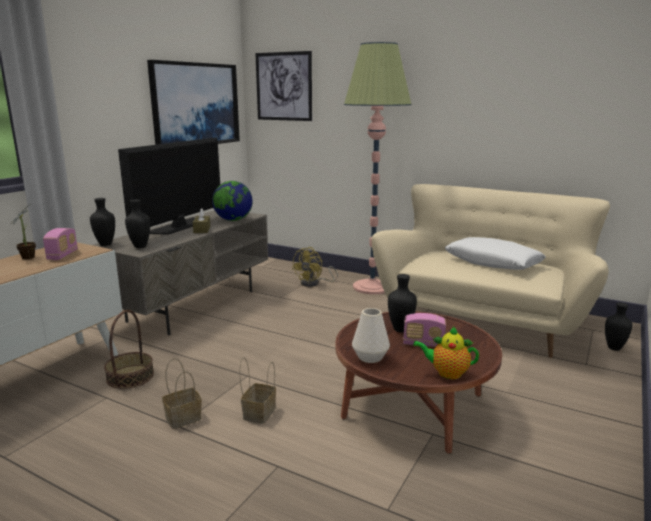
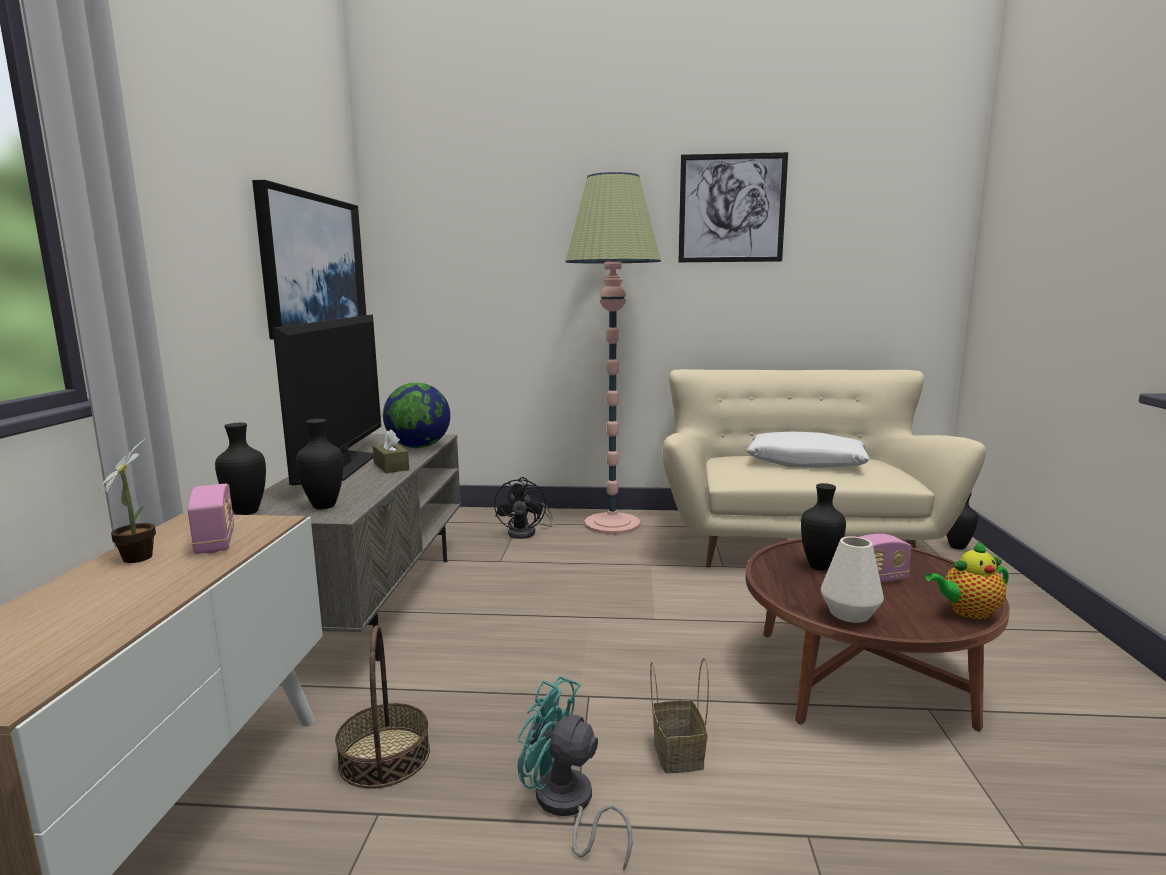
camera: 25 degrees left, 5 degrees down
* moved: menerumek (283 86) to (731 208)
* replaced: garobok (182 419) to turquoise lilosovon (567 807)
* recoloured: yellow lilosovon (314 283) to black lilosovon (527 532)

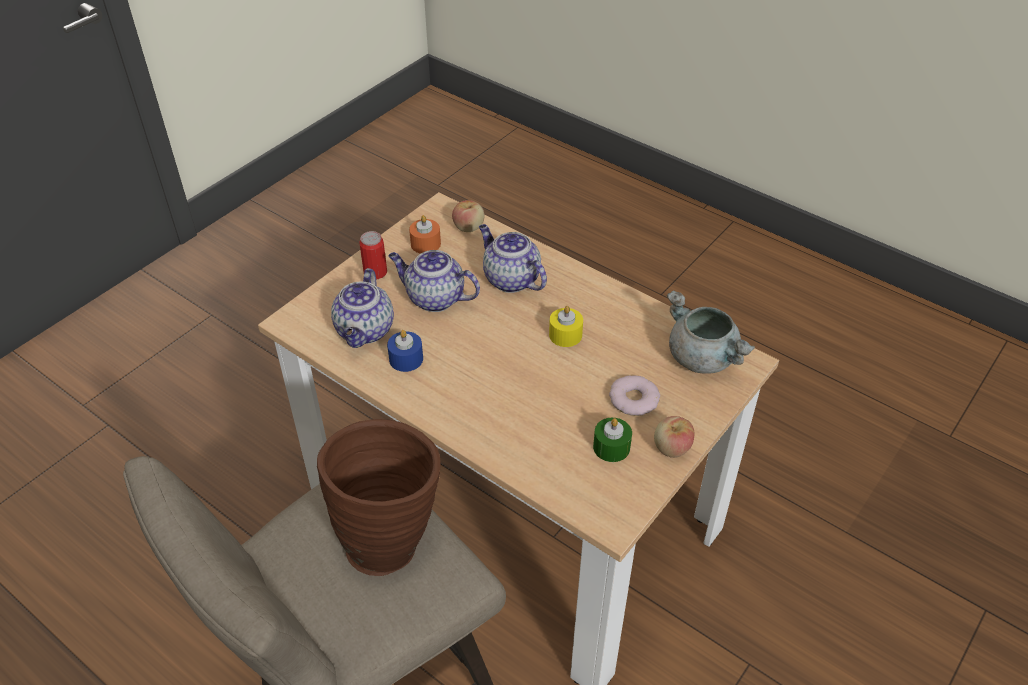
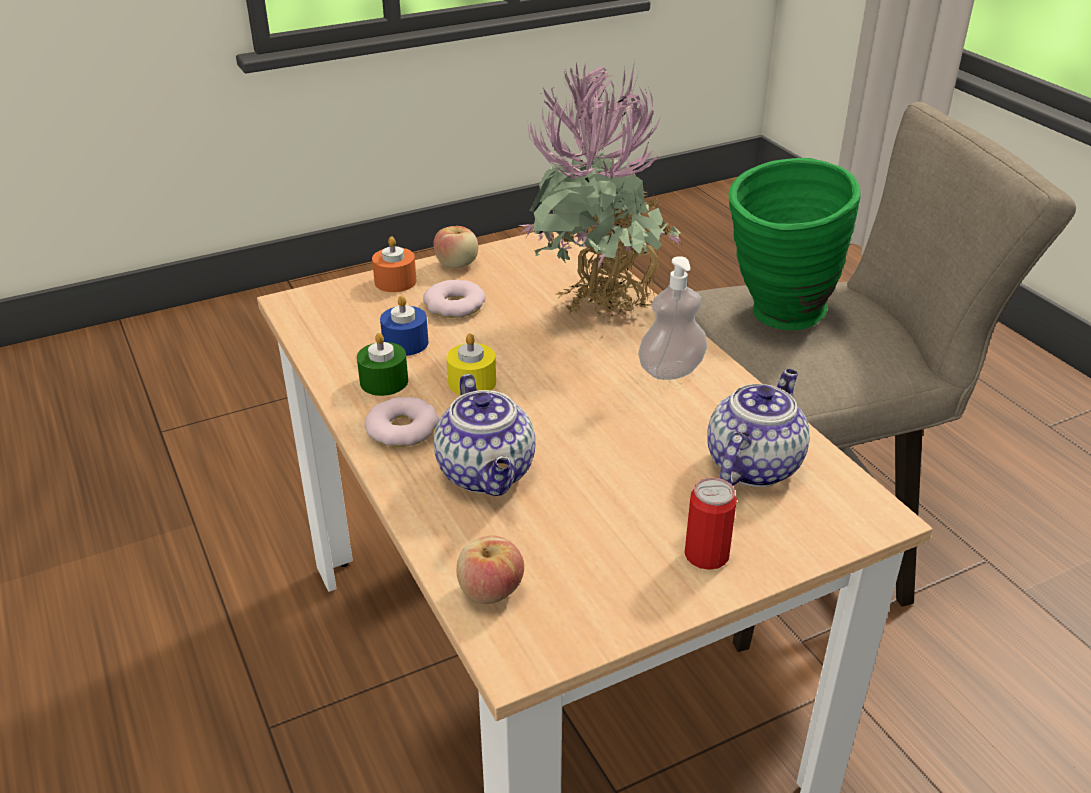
camera: 155 degrees left, 10 degrees down
* removed: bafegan (434 298)
* removed: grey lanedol (703 358)
* added: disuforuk (402 429)
* added: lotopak (600 319)
* added: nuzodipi (671 371)
* moved: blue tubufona (406 359) to (405 343)
* moved: orange tubufona (425 244) to (395 281)
* moved: green tubufona (611 447) to (384 381)
* recoloured: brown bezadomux (390 538) to green bezadomux (776 318)

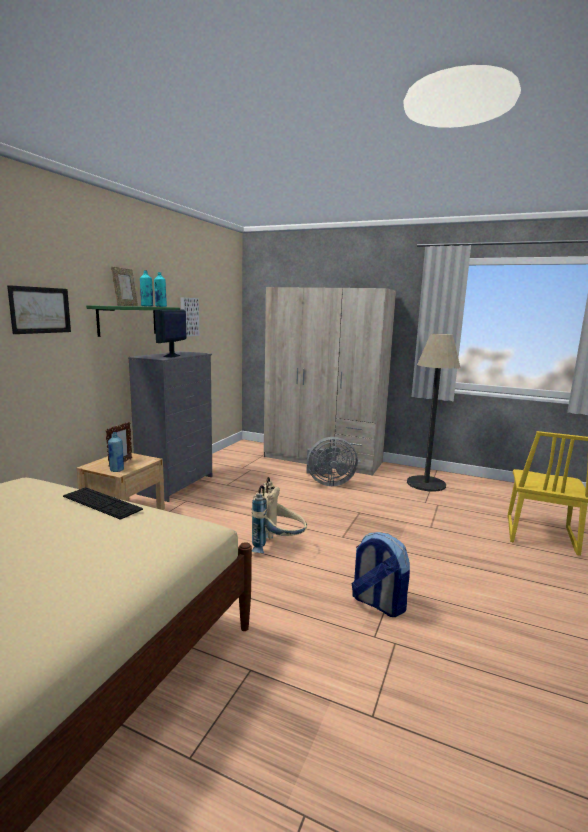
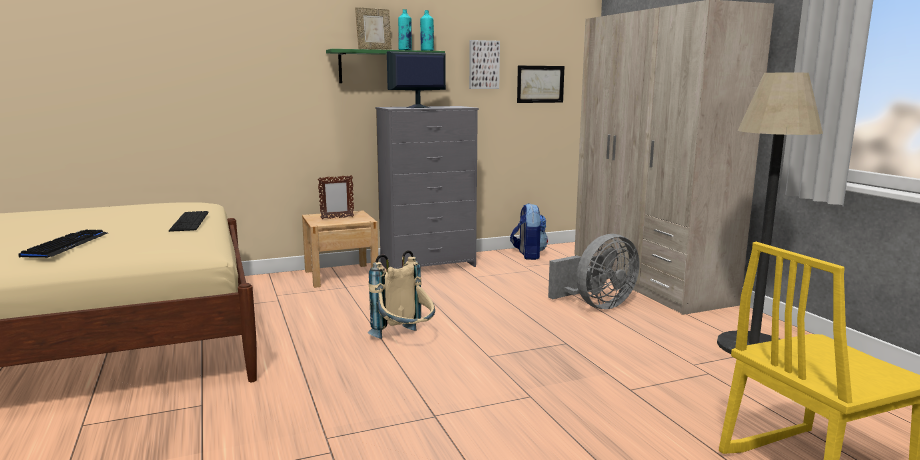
camera: 45 degrees right, 0 degrees up
* removed: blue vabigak (117 470)
* added: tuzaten (66 245)
* moved: menerumek (40 310) to (540 84)
* moved: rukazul (377 603) to (528 255)
* turned: grey lilosovon (328 483) = (597 305) 75 degrees counterclockwise

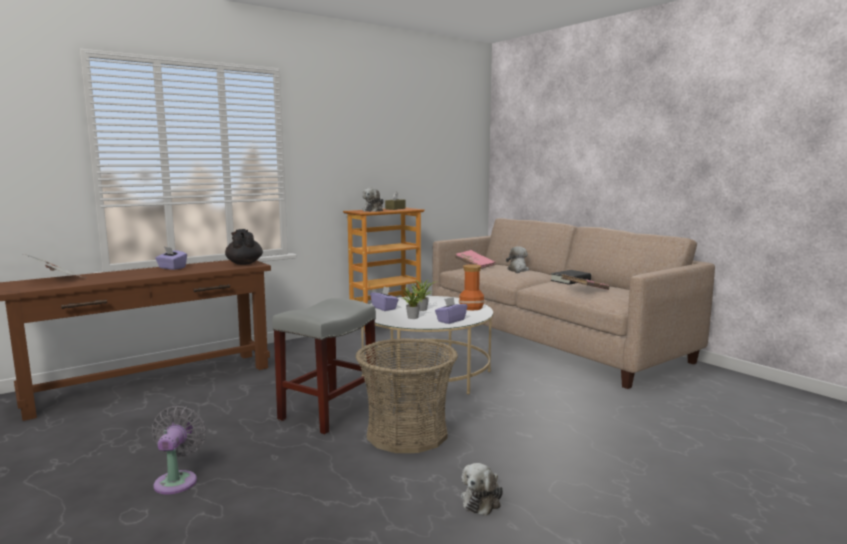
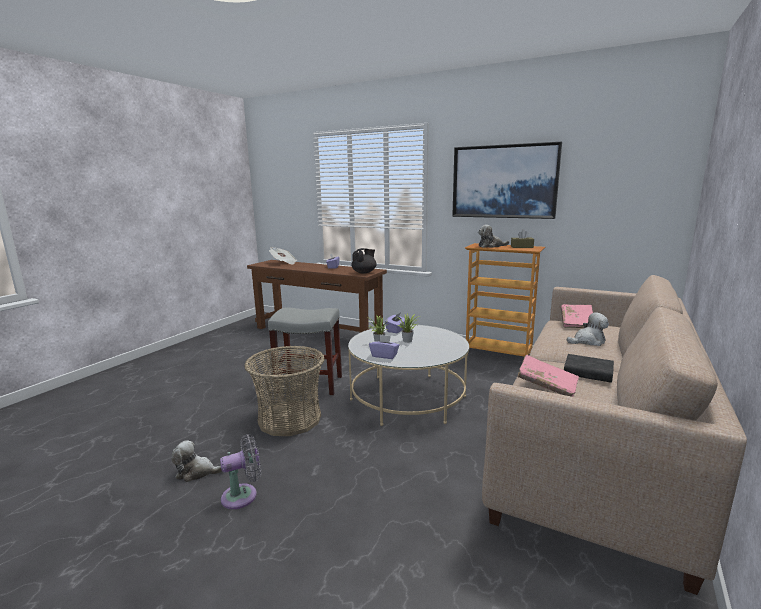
camera: 65 degrees right, 5 degrees up
* removed: bezadomux (471 308)
* added: menerumek (504 181)
* moved: grey lilosovon (177 480) to (243 495)

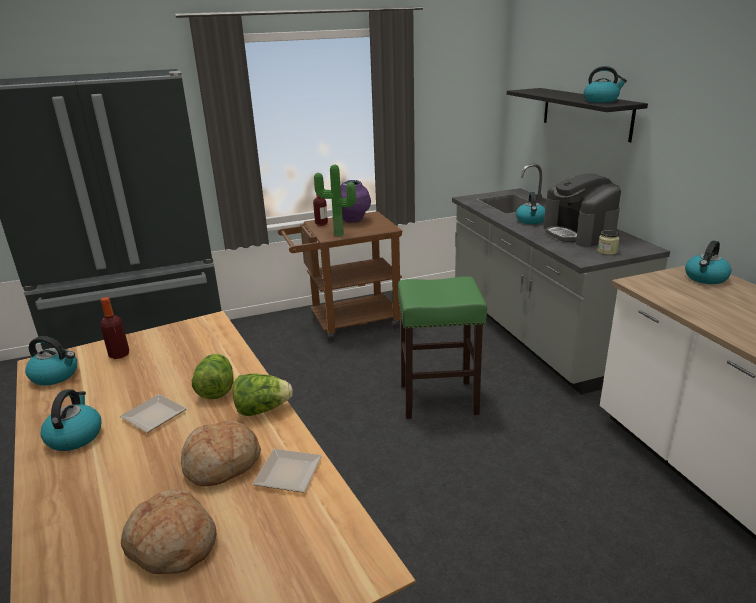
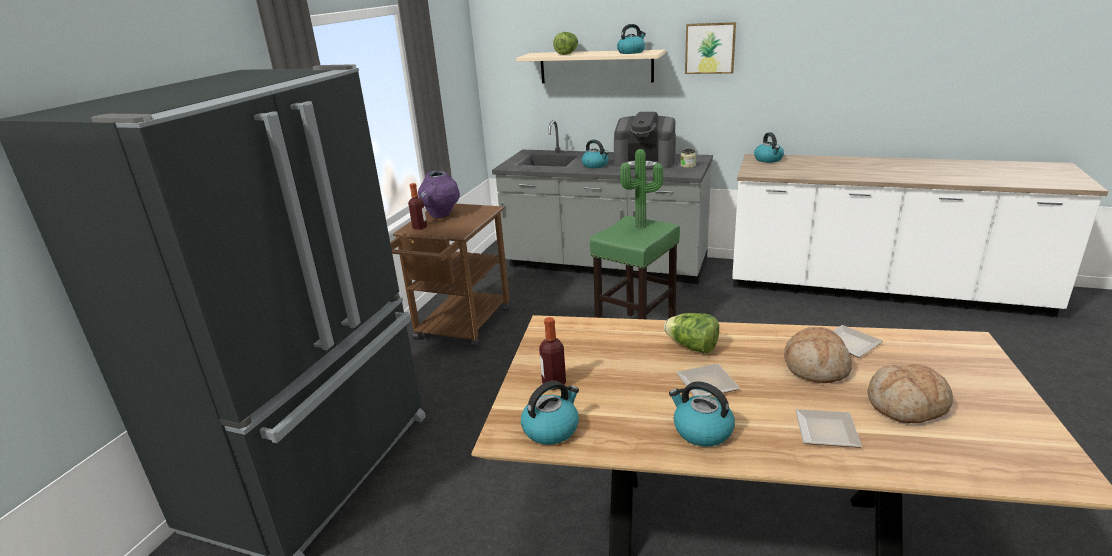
camera: 50 degrees left, 0 degrees up
* added: menerumek (710 48)
* added: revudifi (824 430)
* moved: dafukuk (262 409) to (567 53)
* moved: lotopak (338 235) to (642 226)
* recoloured: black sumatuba (585 113) to beige sumatuba (596 67)

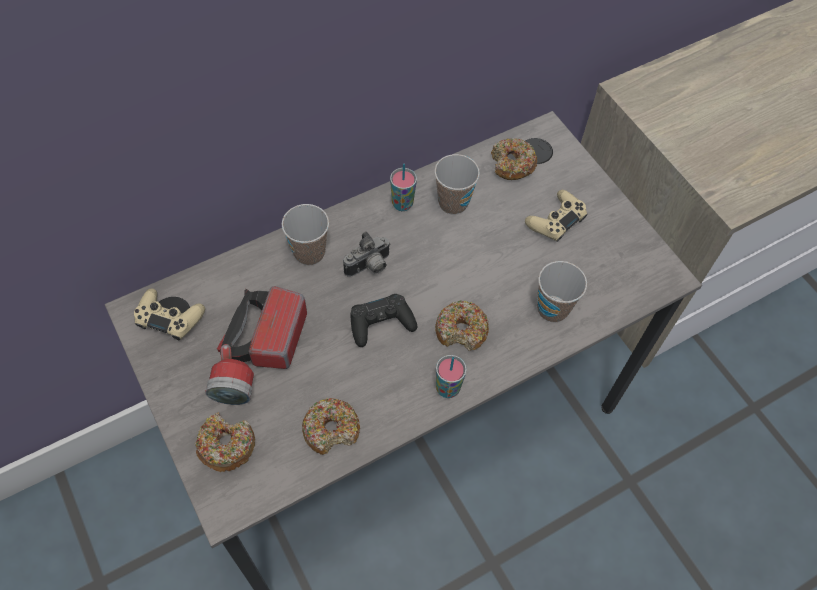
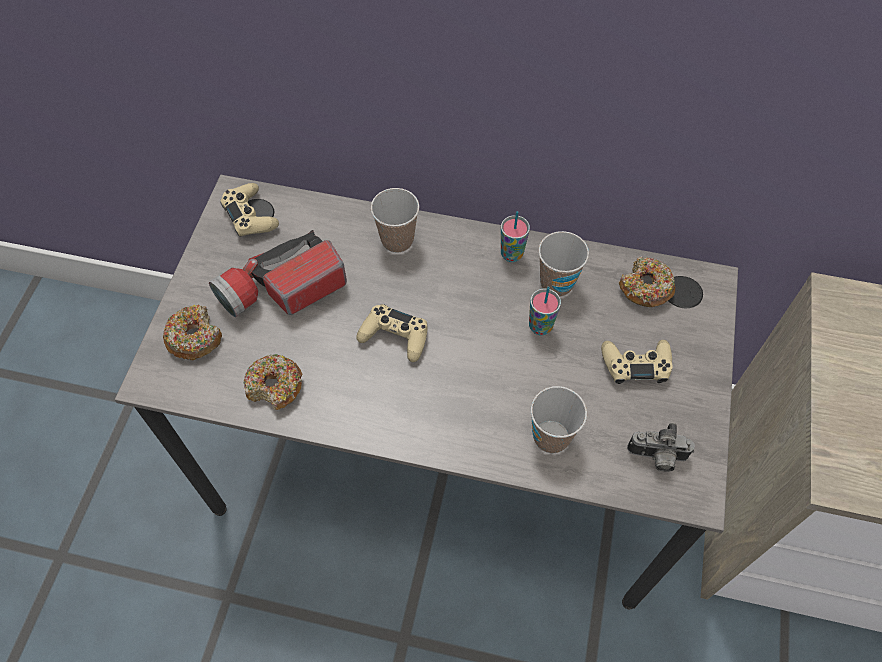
camera: 45 degrees right, 0 degrees up
* removed: disuforuk (461 330)
* moved: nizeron (369 267) to (657 458)
* moved: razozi (447 389) to (540 326)
* recoloured: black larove (381 324) to beige larove (395 337)

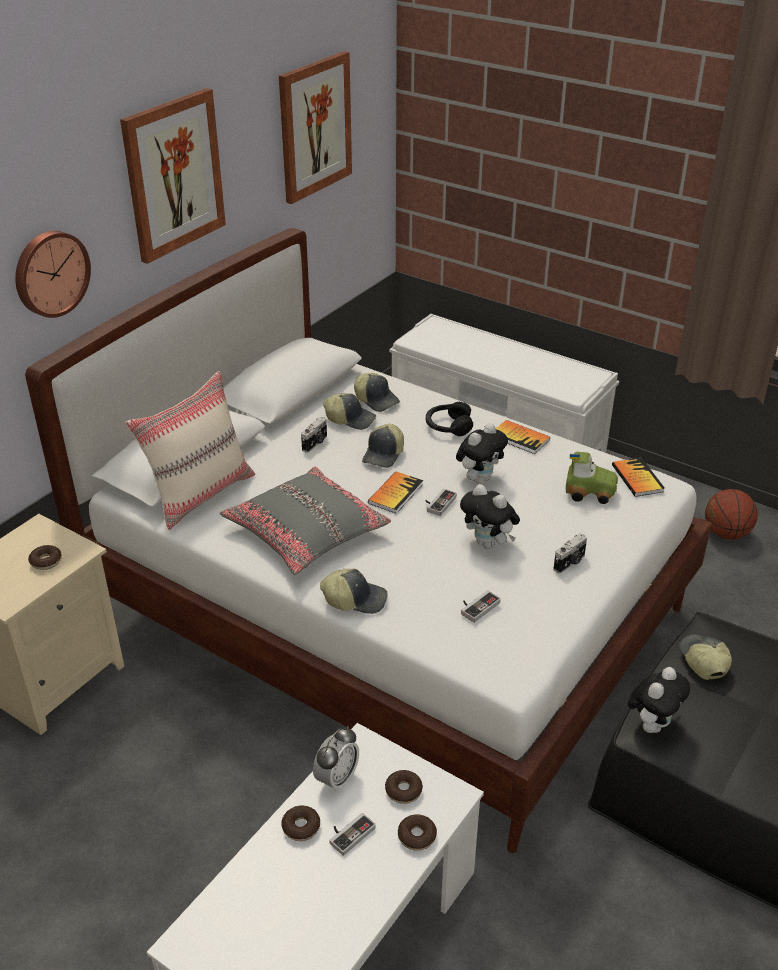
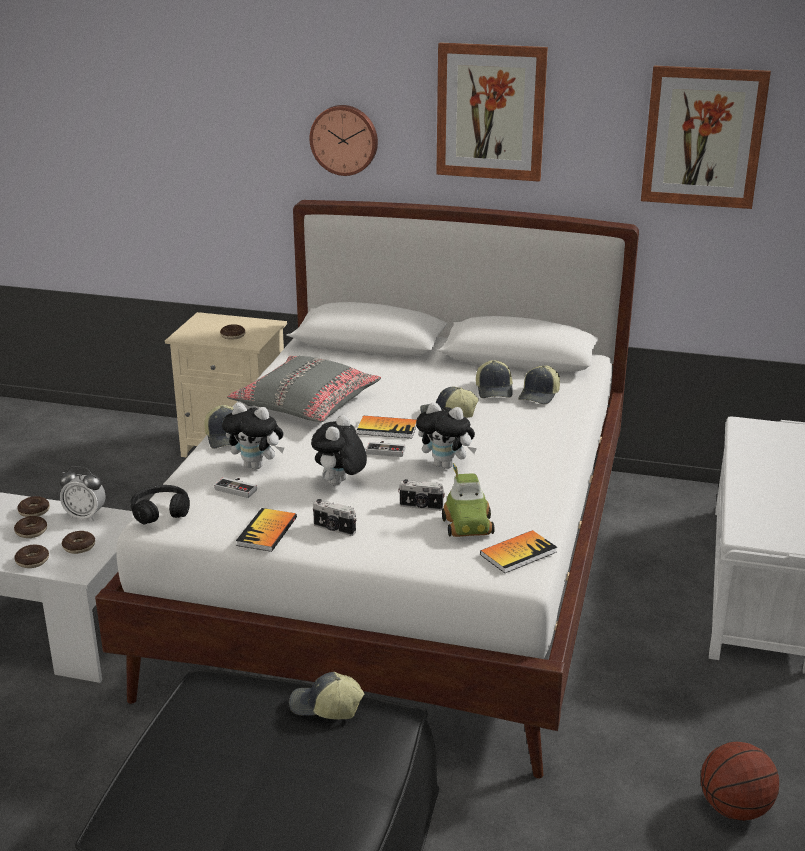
camera: 70 degrees right, 10 degrees down
* removed: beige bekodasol (200 494)
* moved: nizeron (315 443) to (421 507)
* moved: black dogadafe (448 426) to (160 512)
* moved: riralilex (520 438) to (267 531)
* moved: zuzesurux (652 724) to (256 466)
* replaced: larove (349 833) to disuforuk (31 532)
* turned: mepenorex (702 661) = (325 707) 135 degrees counterclockwise

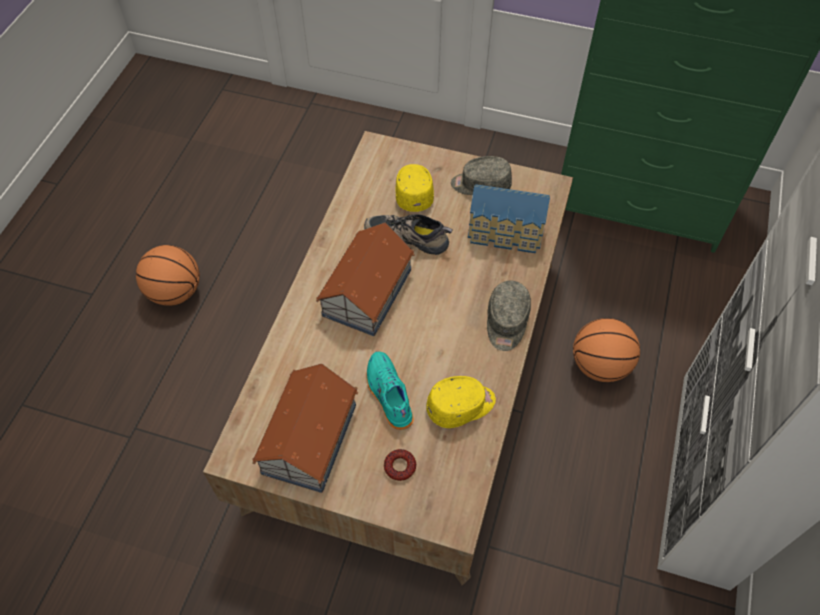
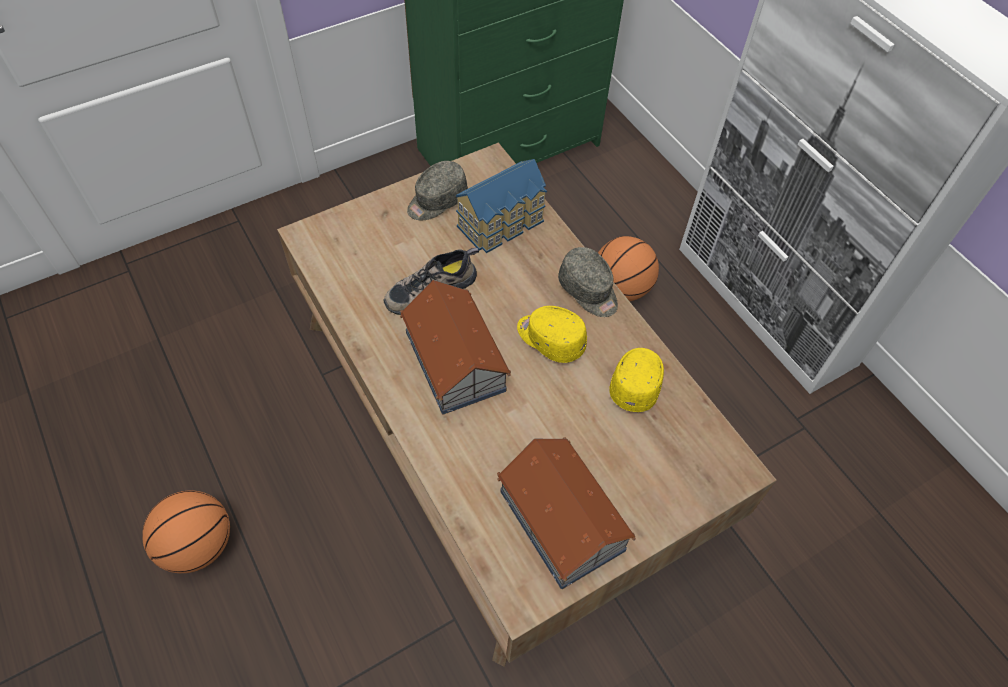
camera: 50 degrees left, 0 degrees up
* removed: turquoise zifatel (388 395)
* removed: disuforuk (400 466)
* moved: yellow mepenorex (413 192) to (550 339)

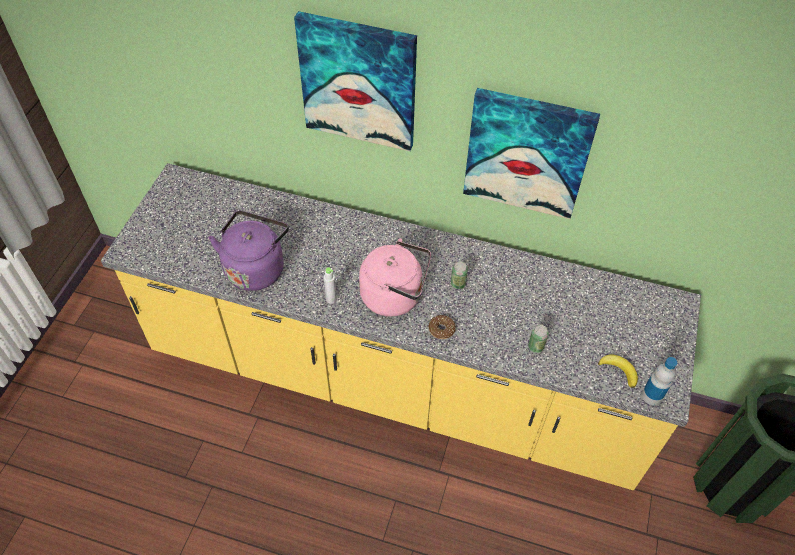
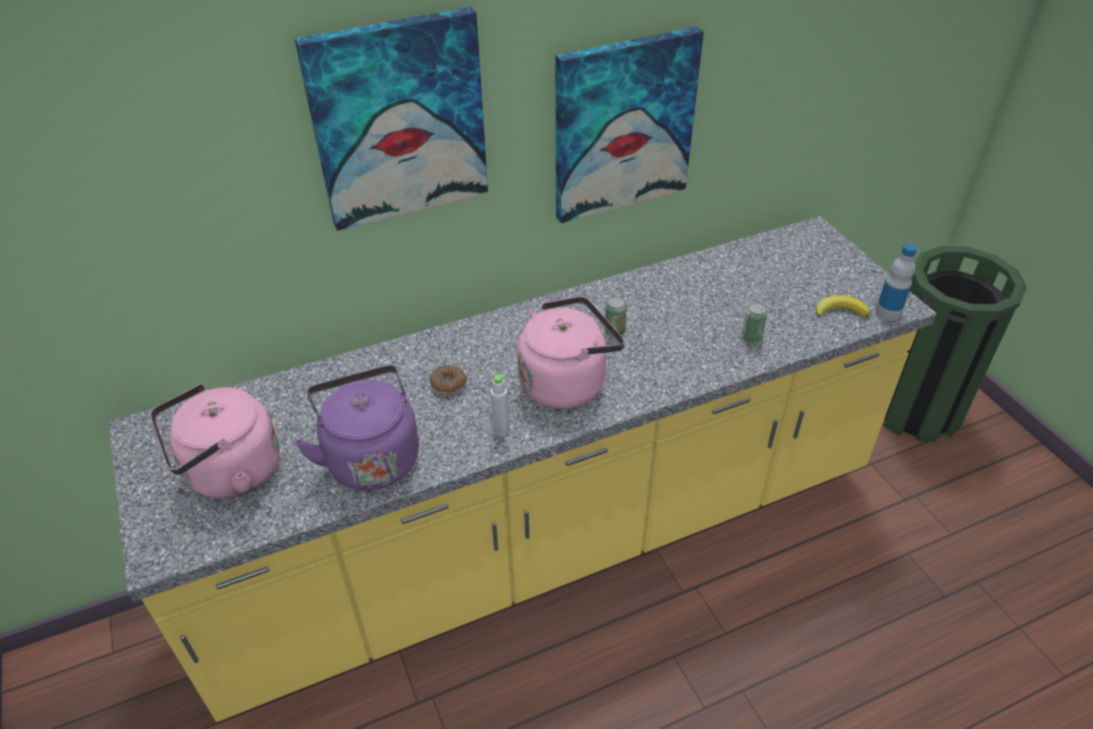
camera: 40 degrees left, 10 degrees down
* added: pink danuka (229 474)
* moved: disuforuk (441 329) to (448 384)

